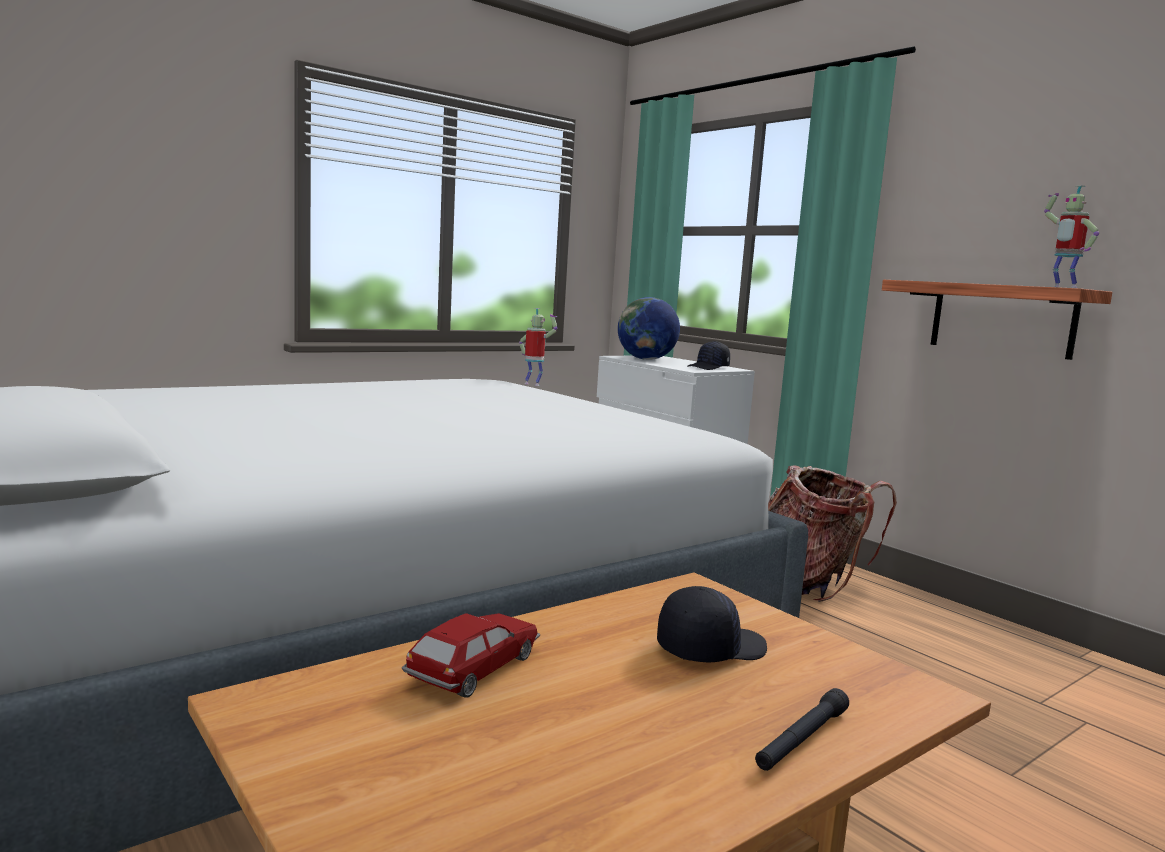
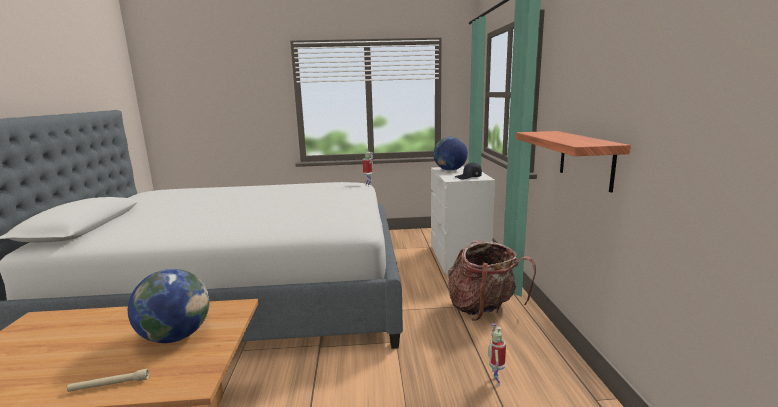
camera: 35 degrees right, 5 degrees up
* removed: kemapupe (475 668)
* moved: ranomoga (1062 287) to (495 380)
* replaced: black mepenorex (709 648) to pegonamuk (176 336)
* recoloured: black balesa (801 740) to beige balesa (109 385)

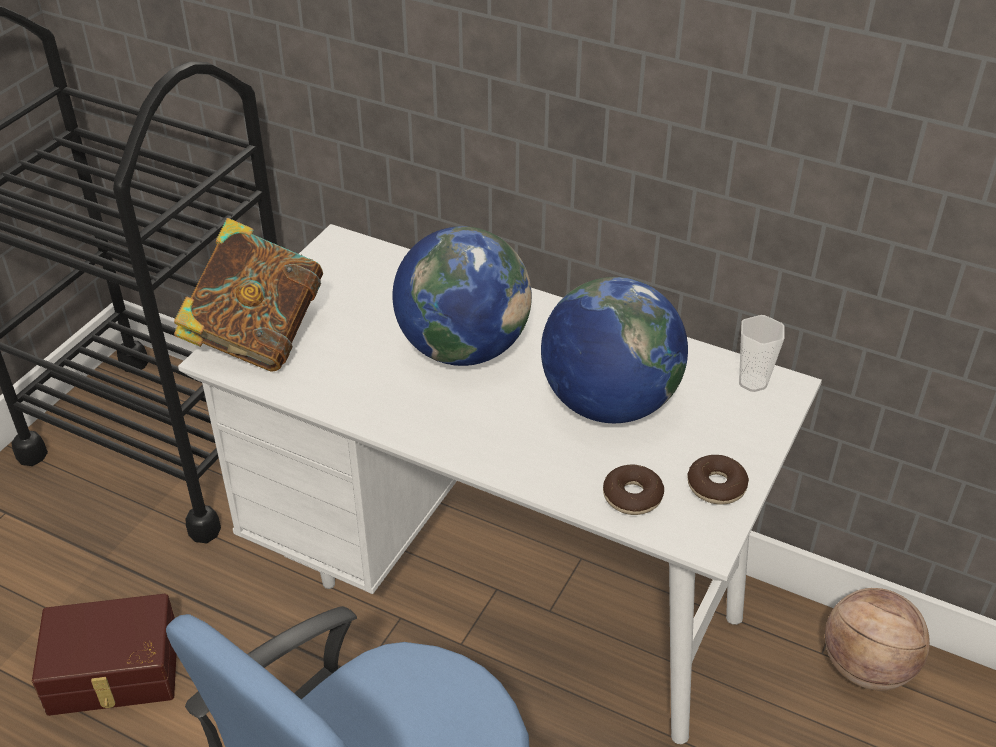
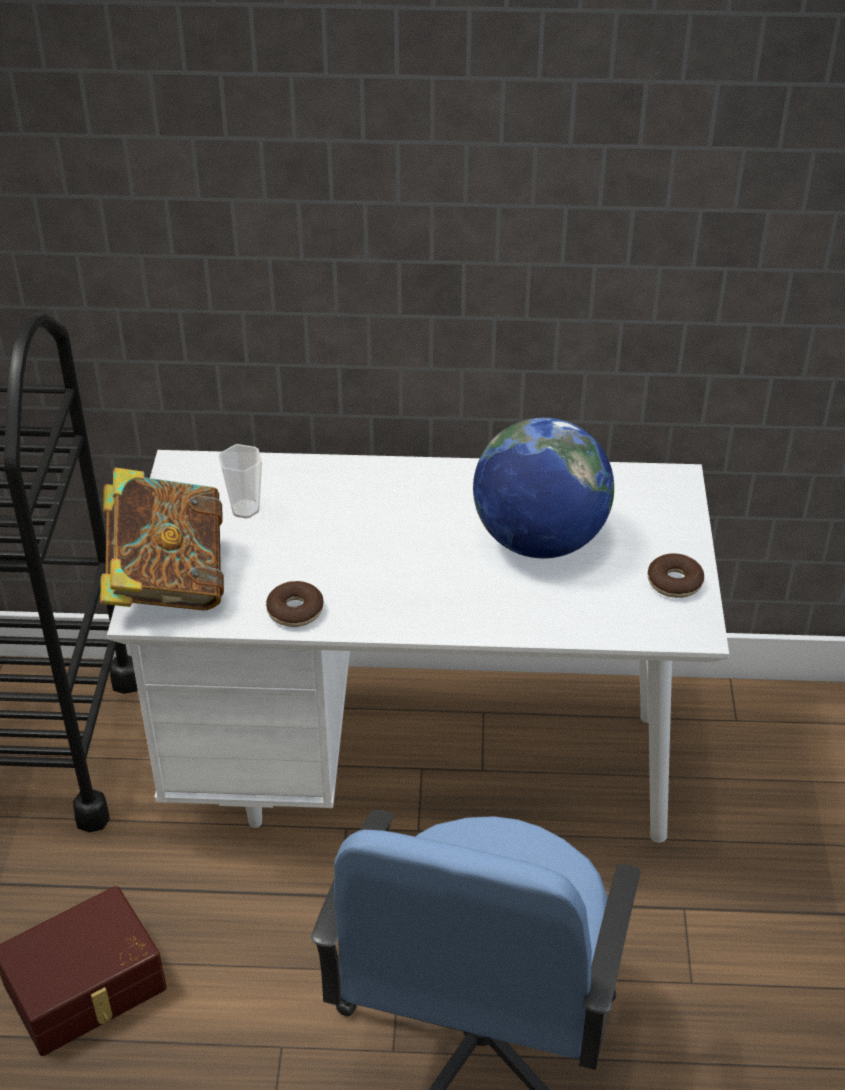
camera: 25 degrees left, 0 degrees up
* removed: pegonamuk (463 348)
* removed: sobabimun (866 667)
* moved: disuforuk (632 497) to (295 611)
* moved: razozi (752 382) to (245 509)

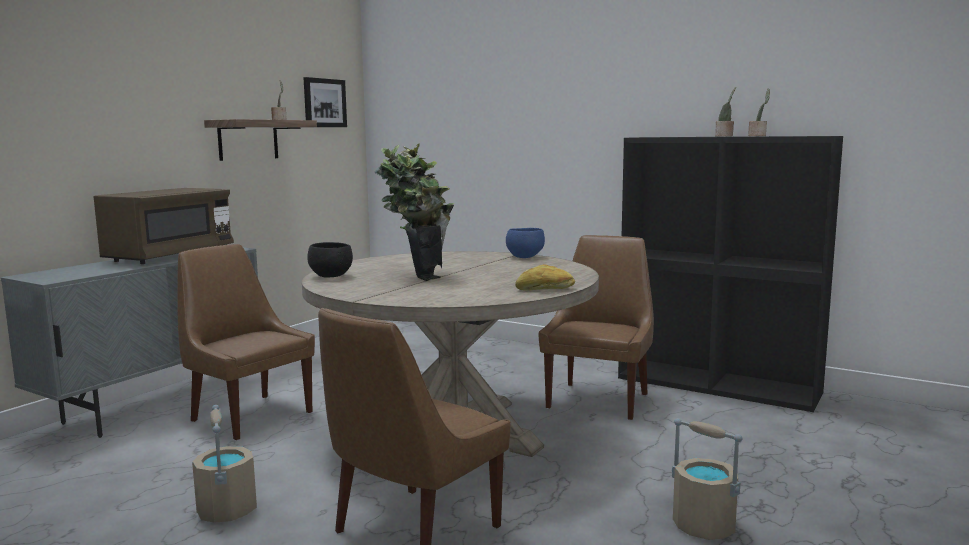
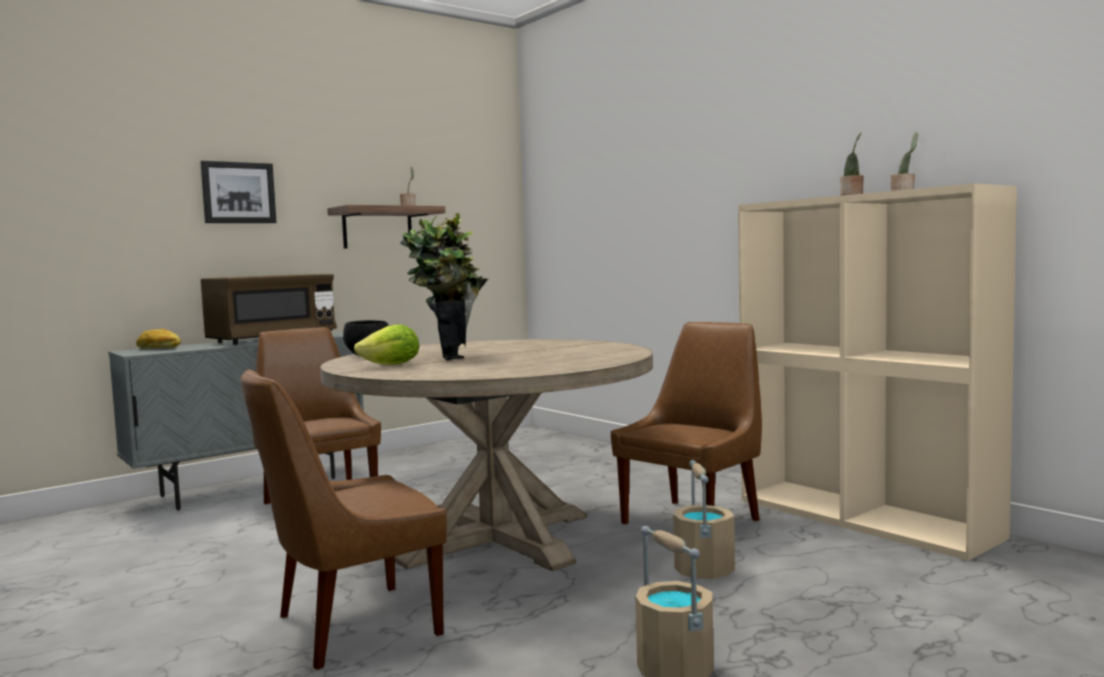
camera: 20 degrees right, 5 degrees down
* removed: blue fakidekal (524 257)
* added: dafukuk (392 365)
* moved: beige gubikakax (226 510) to (703 570)
* moved: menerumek (324 103) to (238 193)
* moved: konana (545 289) to (159 348)
* recoloured: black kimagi (719 385) to beige kimagi (866 518)

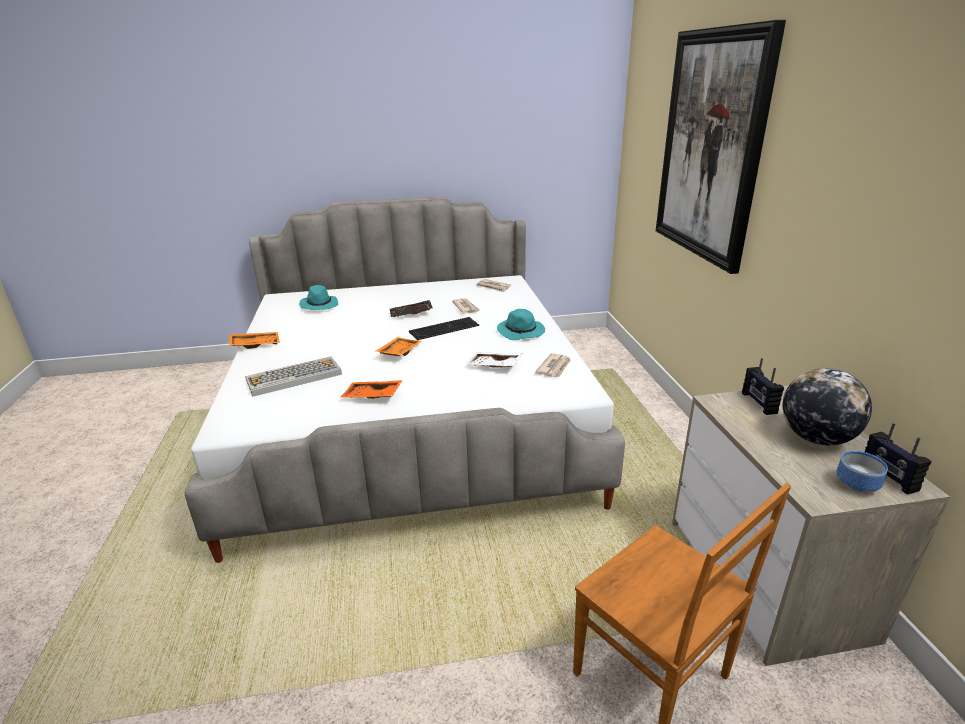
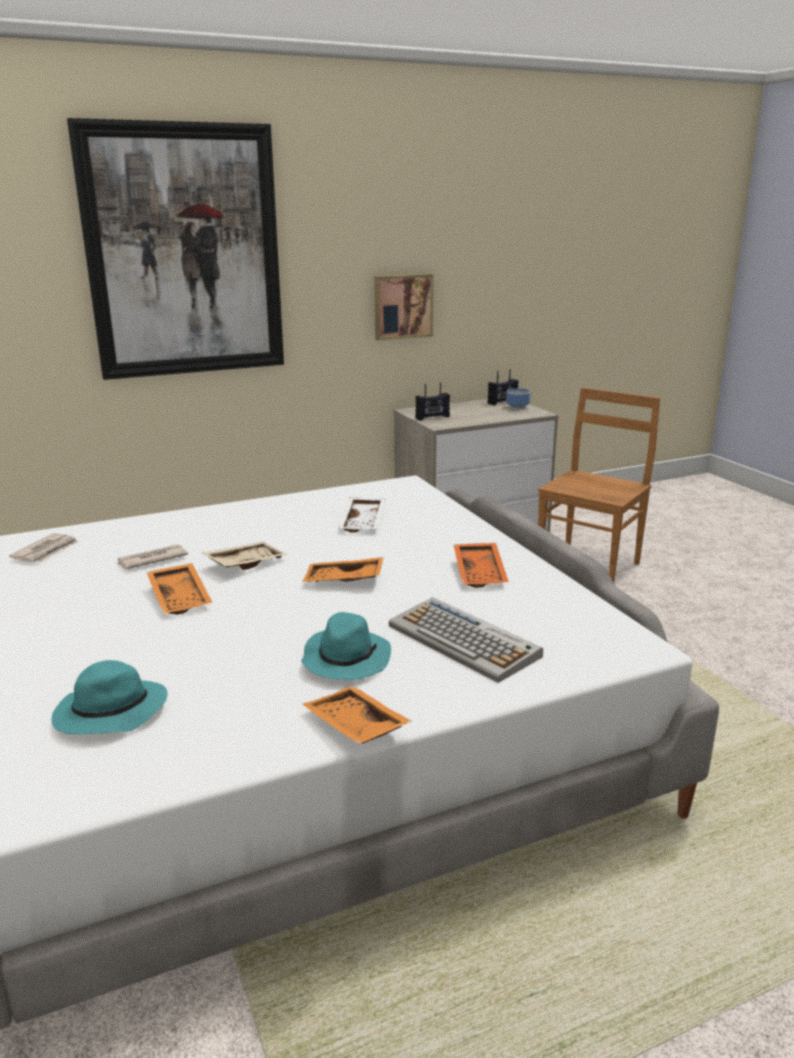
camera: 105 degrees left, 5 degrees down
* removed: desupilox (554 367)
* removed: pegonamuk (816 438)
* added: menerumek (402 306)
* moved: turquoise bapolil (521 332) to (345 659)
* replaced: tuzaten (444 328) to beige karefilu (245 563)
* recoloured: black karefilu (411 314) to orange karefilu (181 597)

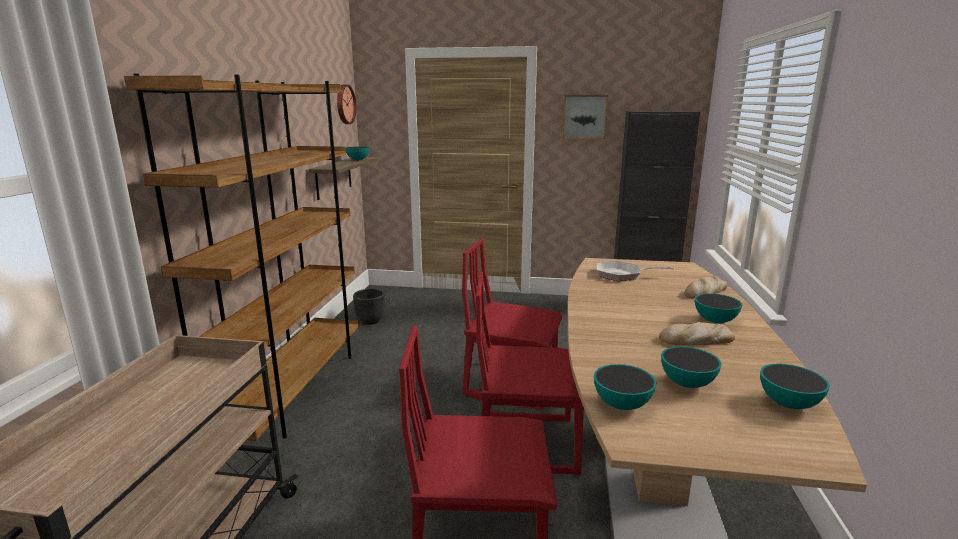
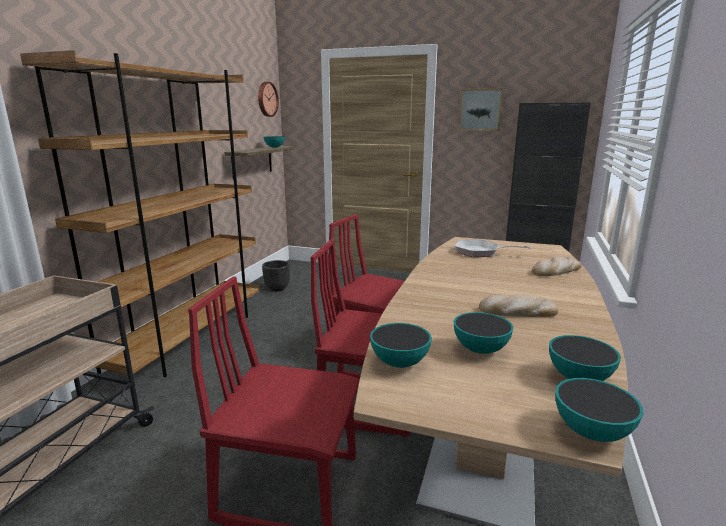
camera: 10 degrees right, 0 degrees up
* moved: fakidekal (715 321) to (591 432)

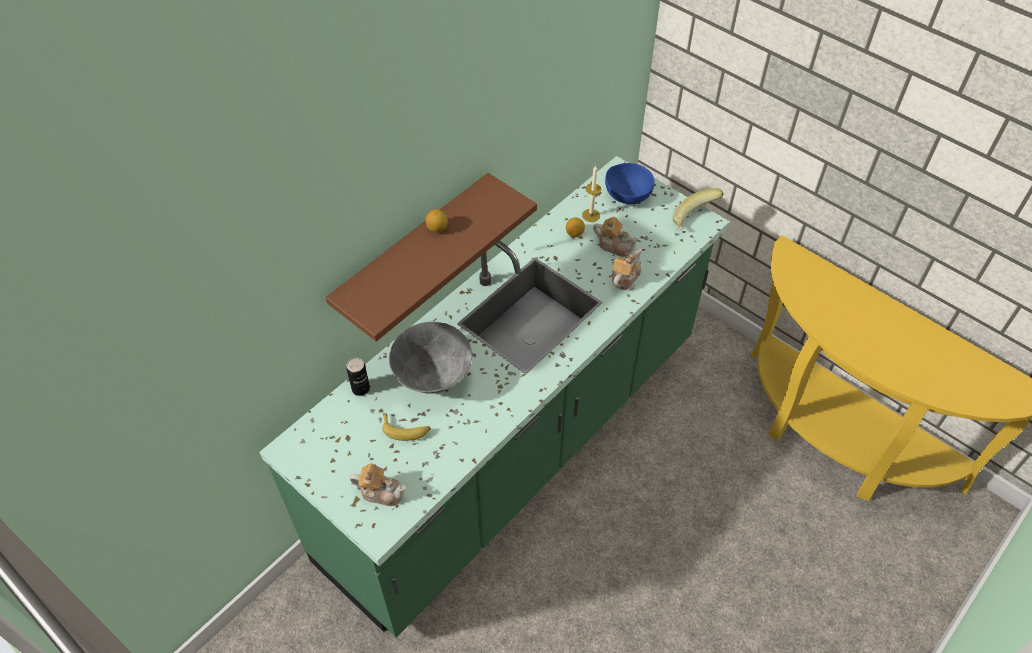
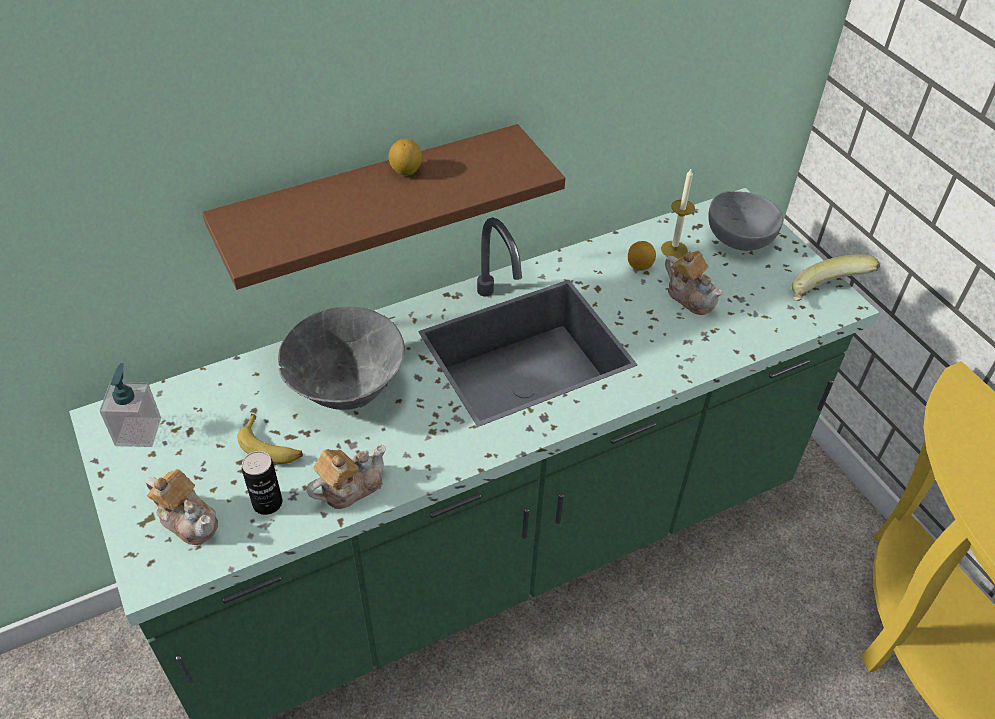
camera: 20 degrees right, 5 degrees down
* added: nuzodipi (138 431)
* moved: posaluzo (360 388) to (267 503)
* moved: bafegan (624 277) to (349 487)
* recoloured: blue fakidekal (627 194) to grey fakidekal (738 238)

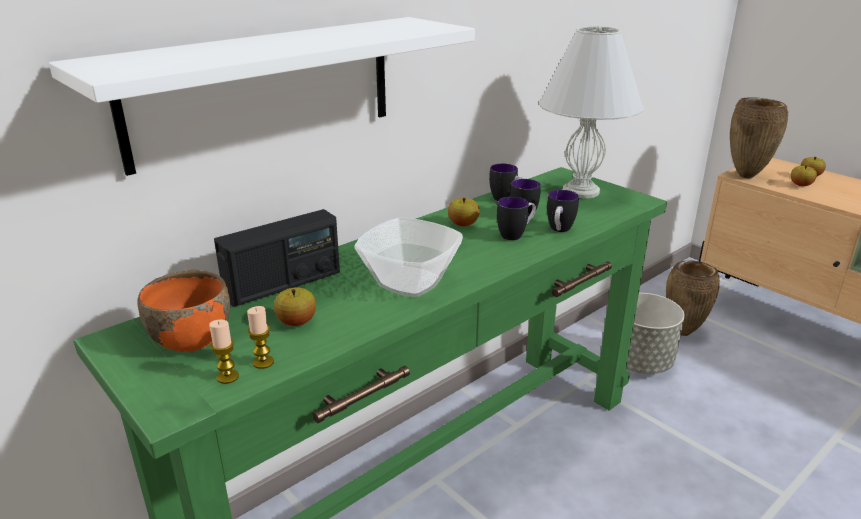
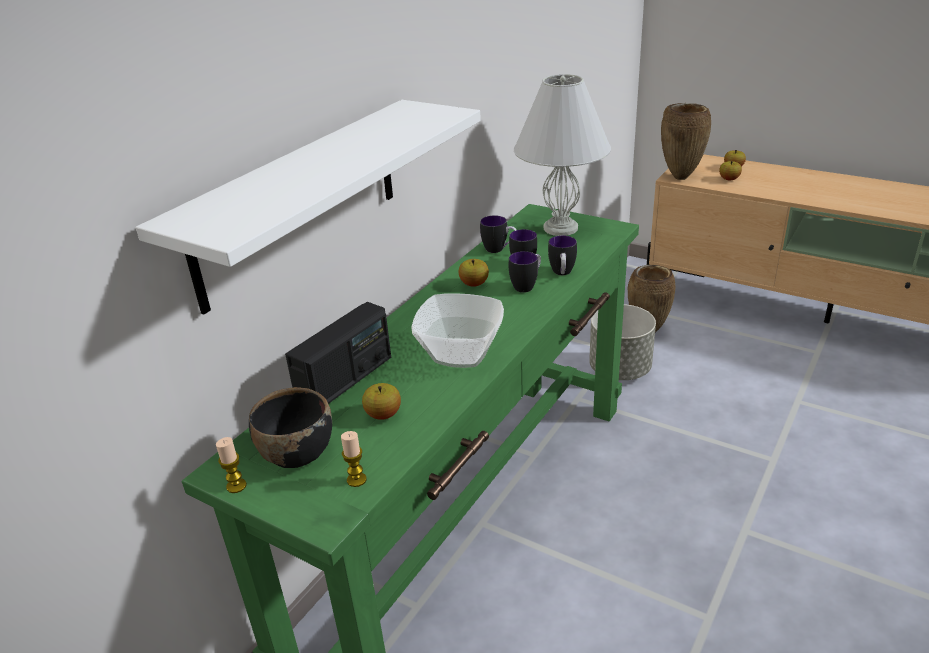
camera: 15 degrees left, 5 degrees up
* moved: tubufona (263 362) to (236 486)
* recoloured: orange fakidekal (191 338) to black fakidekal (296 453)

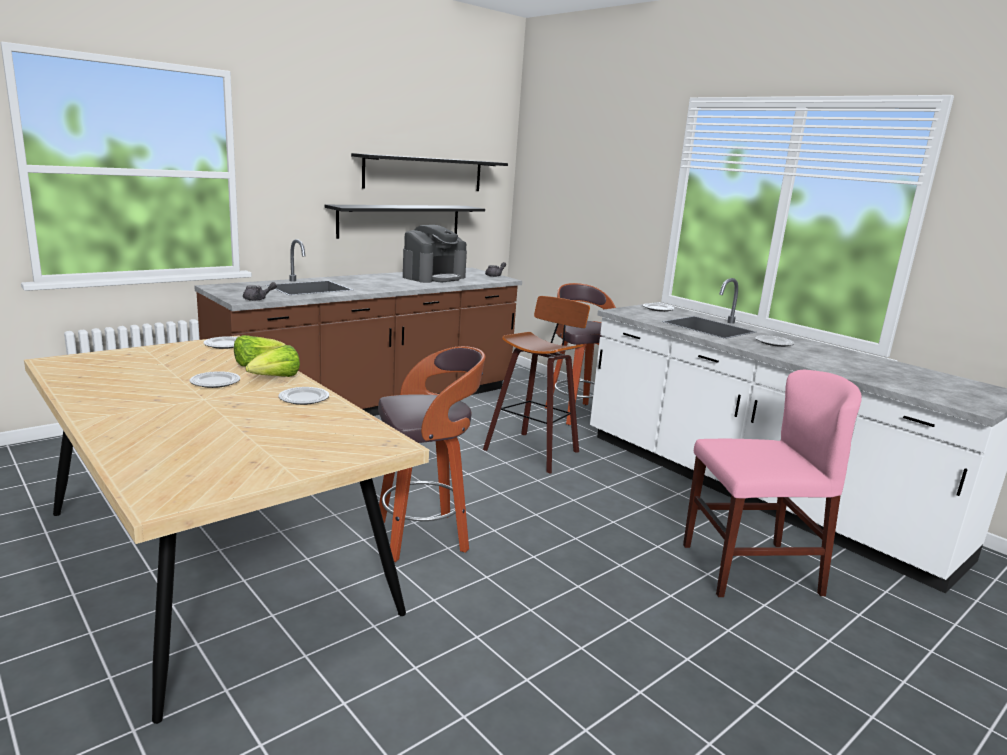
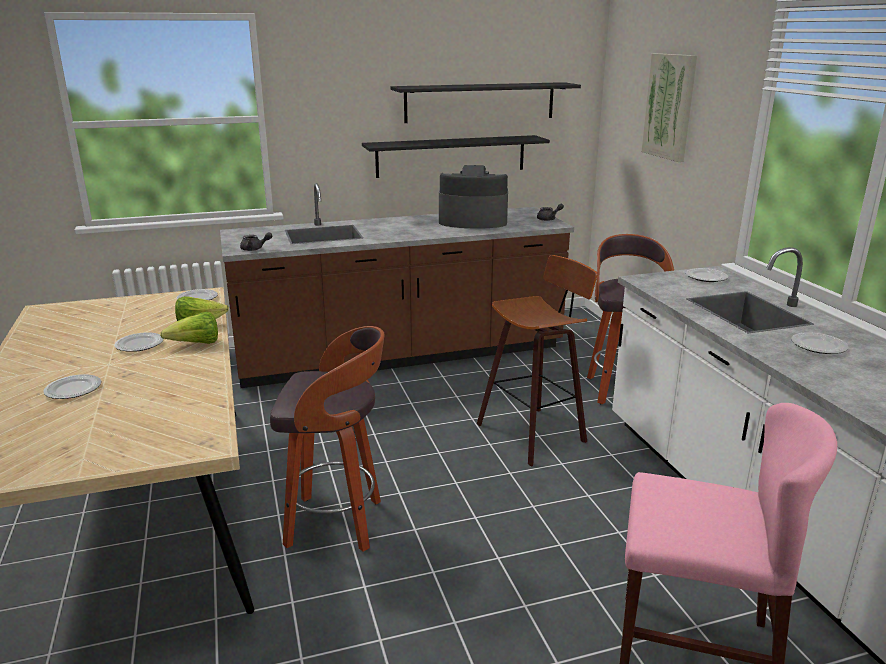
camera: 25 degrees right, 5 degrees up
* added: menerumek (670 106)
* moved: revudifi (304 398) to (74 389)
* turned: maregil (434 277) = (472 221) 150 degrees counterclockwise

